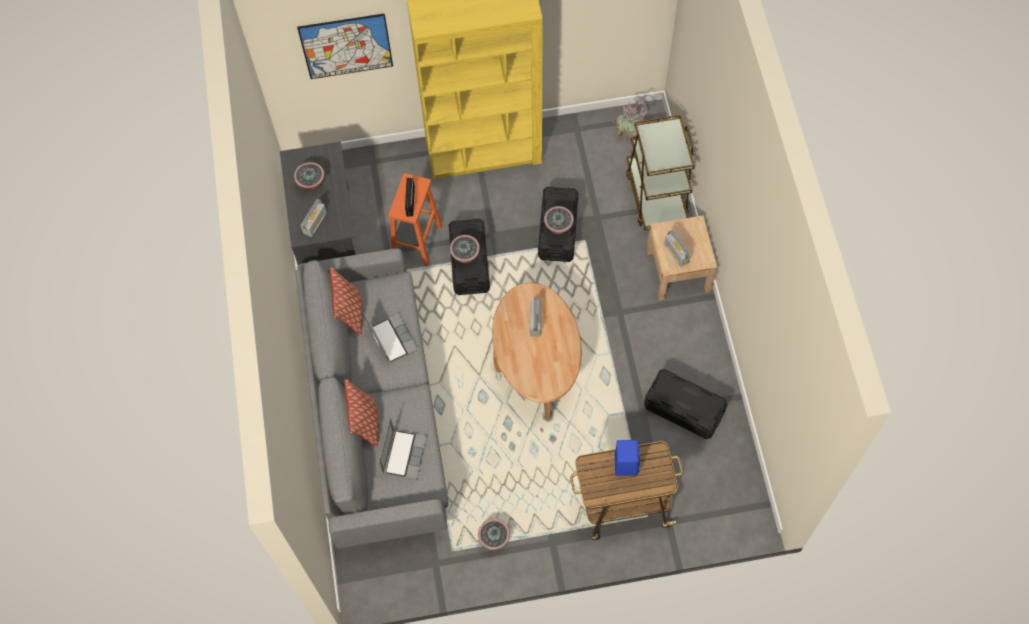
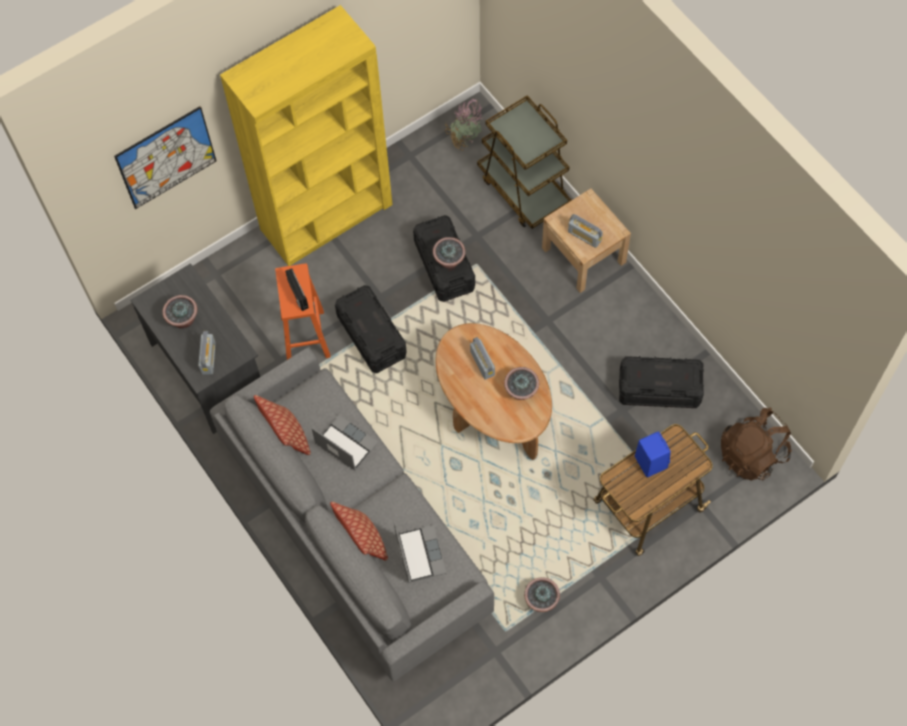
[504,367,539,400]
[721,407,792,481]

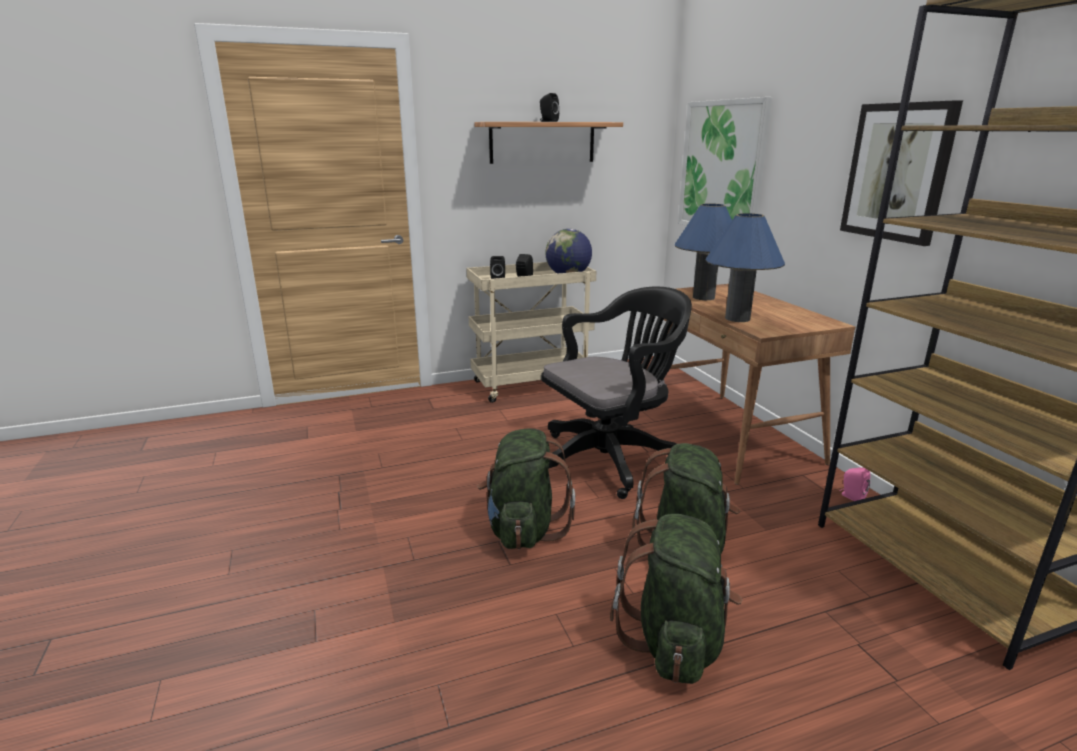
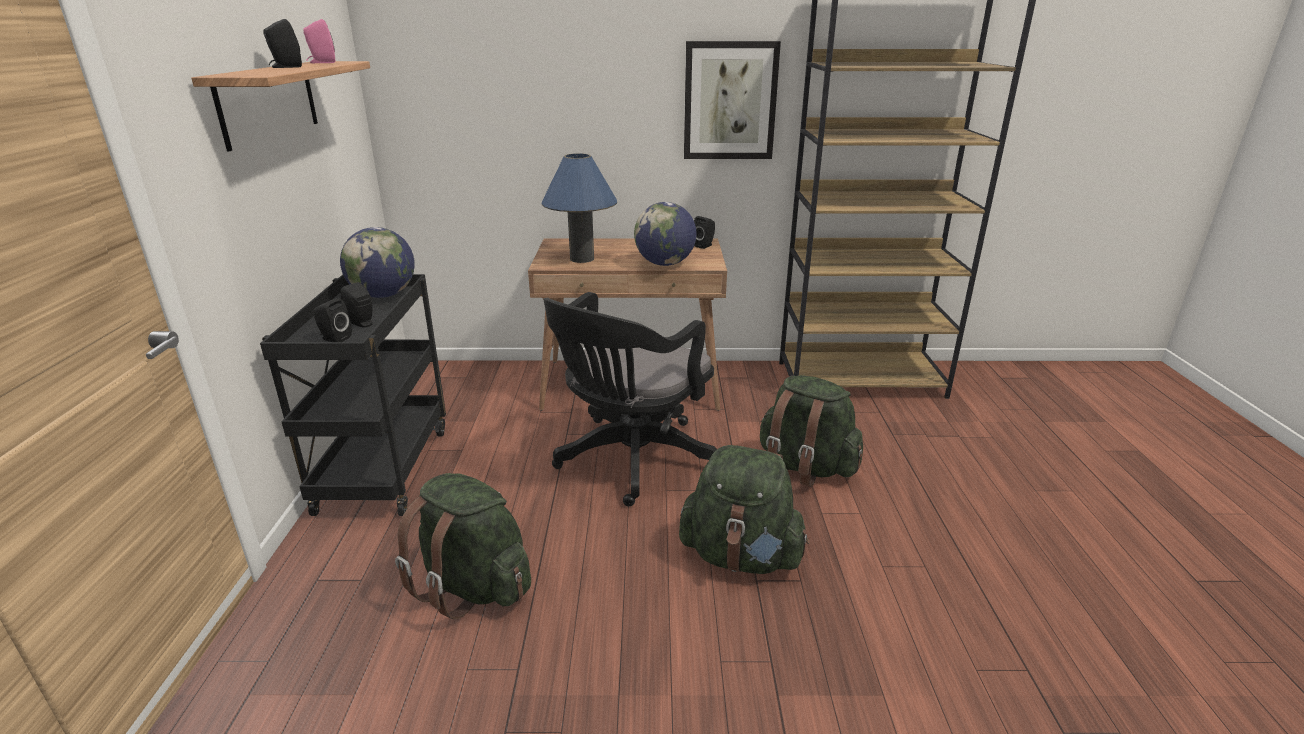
[260,274,446,516]
[304,19,335,63]
[395,473,531,620]
[543,292,717,506]
[634,202,697,266]
[694,216,715,249]
[678,97,773,226] (first image)

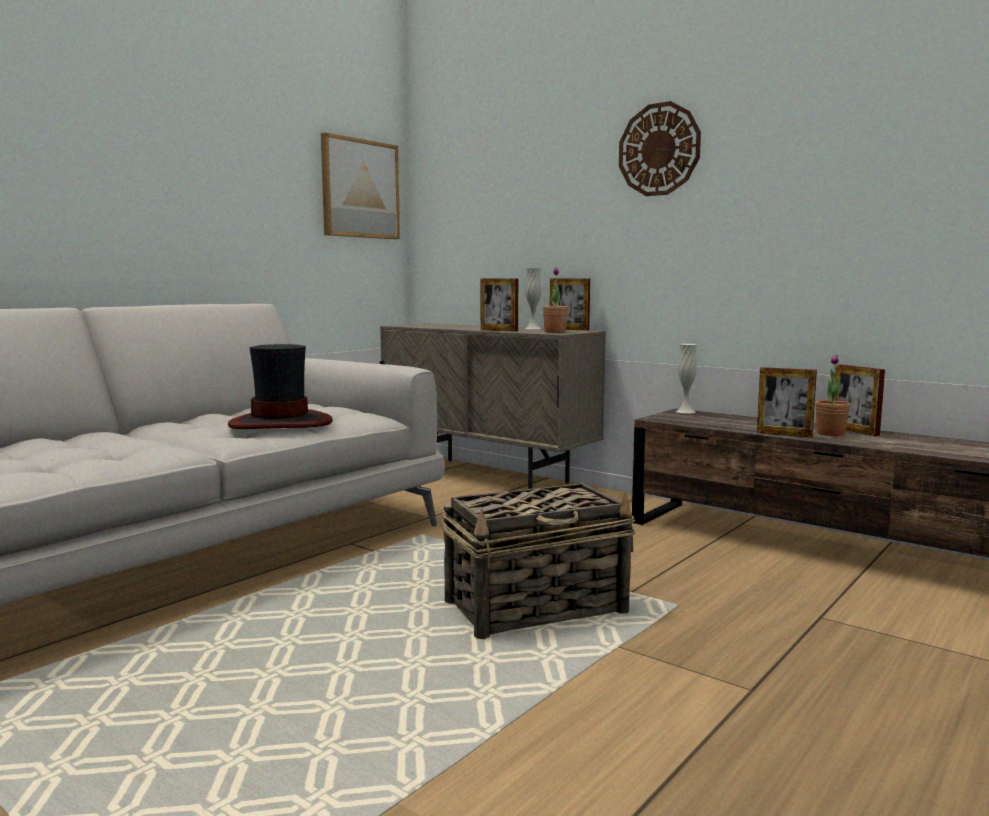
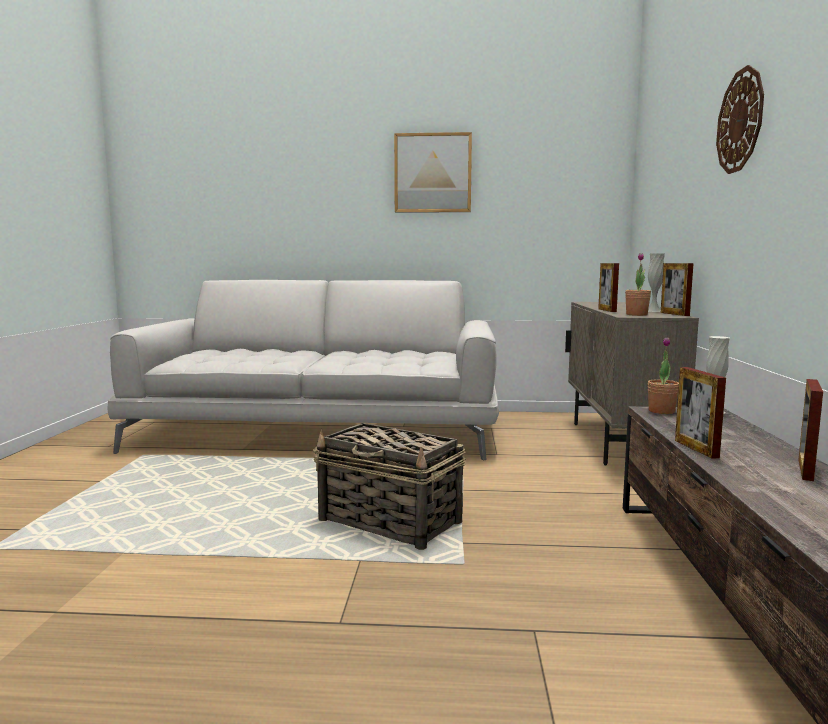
[394,132,472,213]
[648,337,679,414]
[228,344,333,429] (first image)

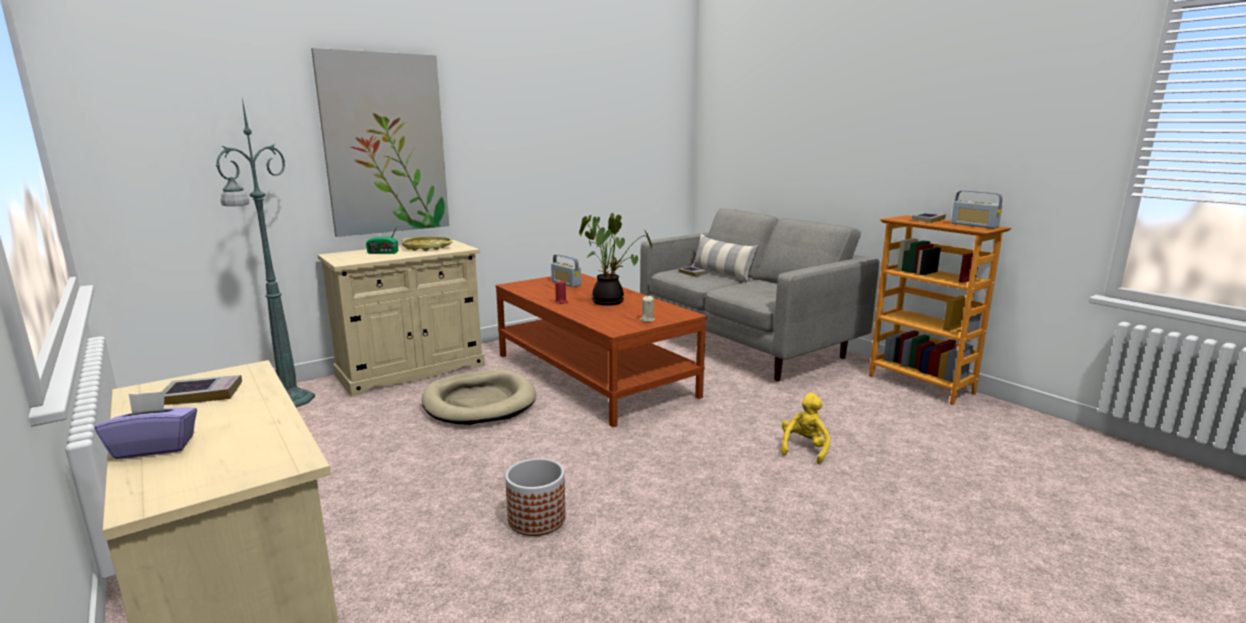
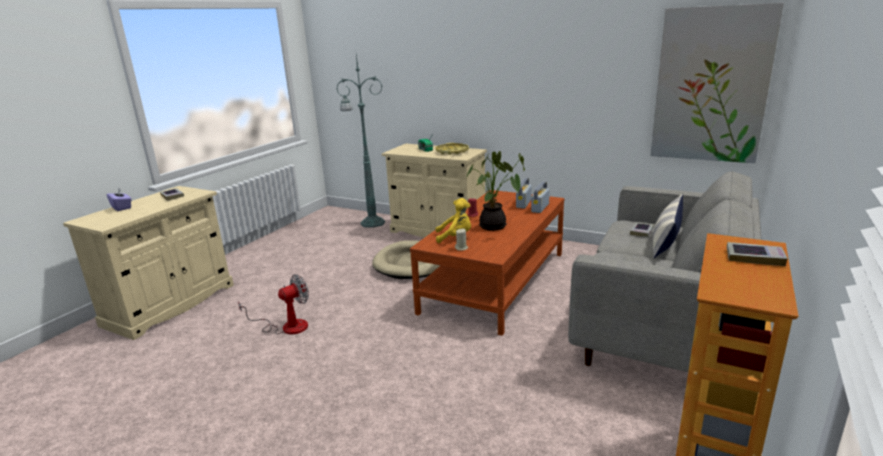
[238,274,309,334]
[435,198,471,243]
[531,182,550,213]
[651,3,784,163]

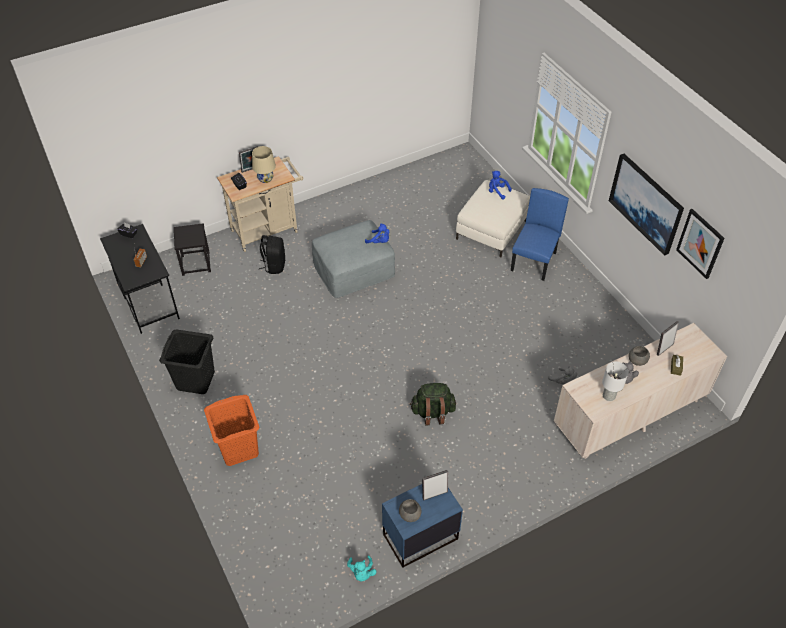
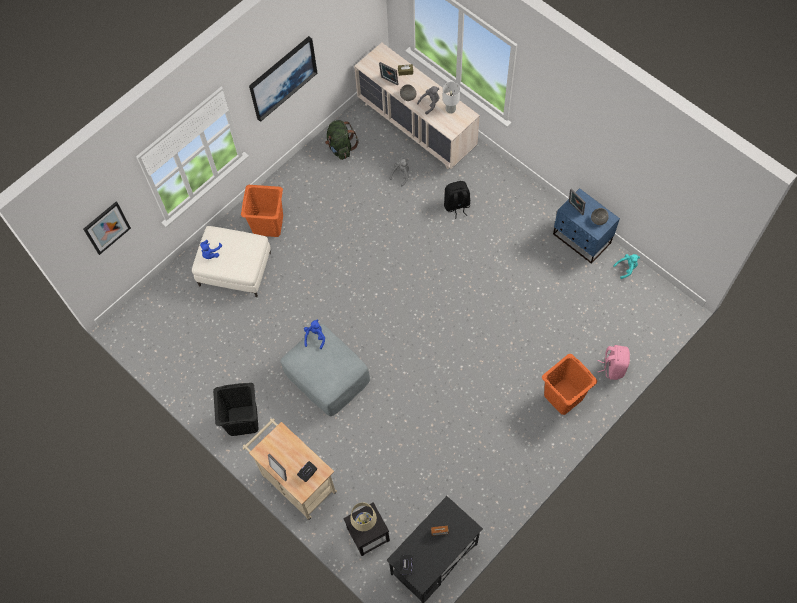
[83,202,131,255]
[213,383,259,436]
[241,185,283,237]
[325,120,359,160]
[350,502,377,531]
[444,181,470,219]
[598,345,630,380]

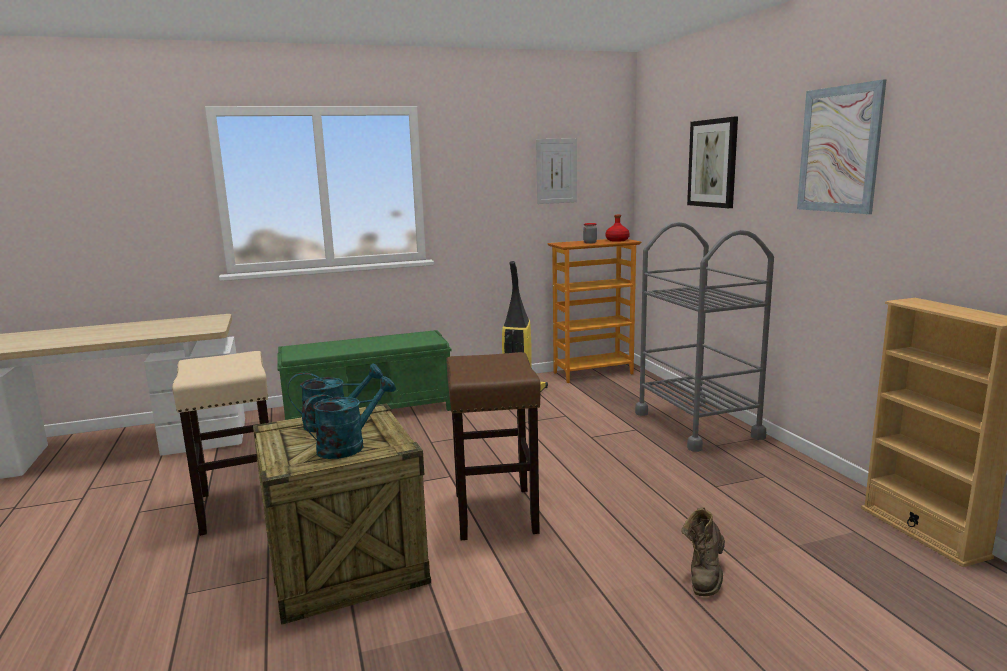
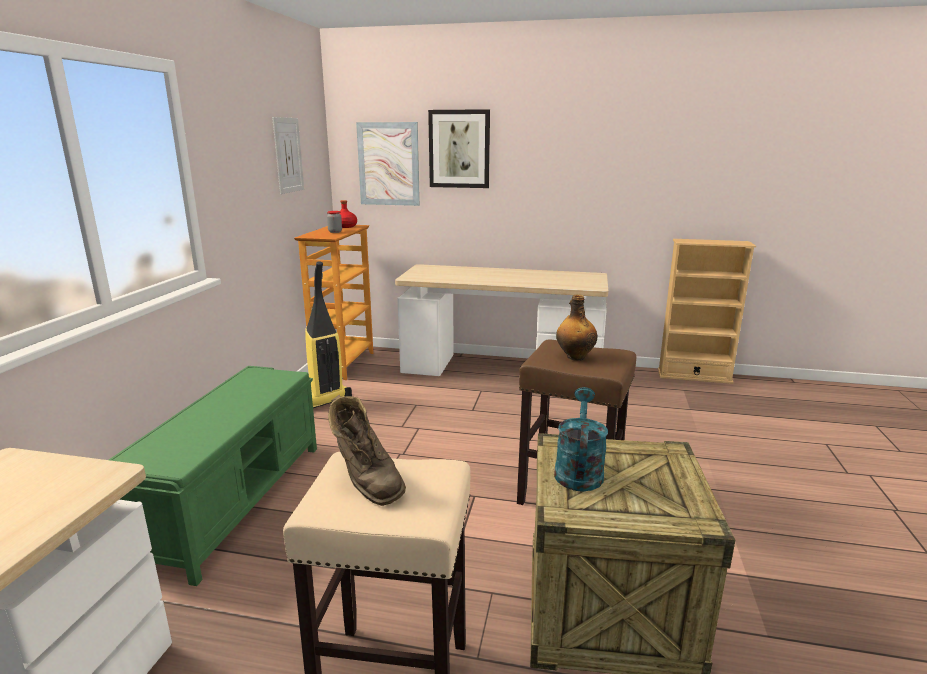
[328,395,406,506]
[356,122,420,206]
[395,264,608,376]
[556,294,597,361]
[302,376,396,459] (first image)

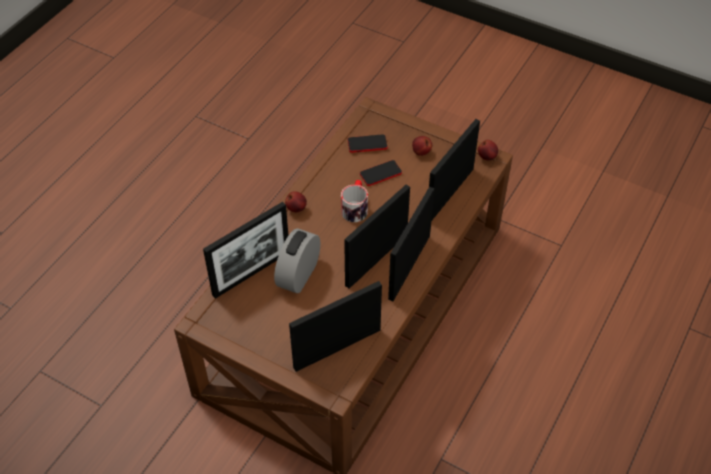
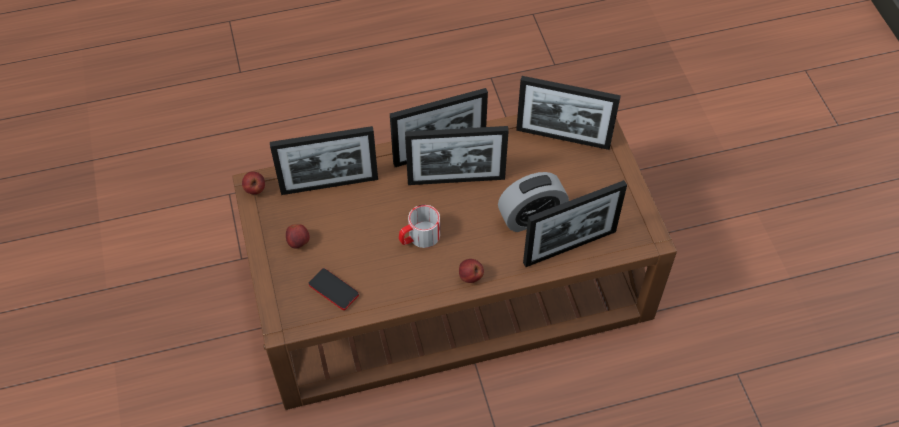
[523,180,627,267]
[360,160,402,186] (first image)

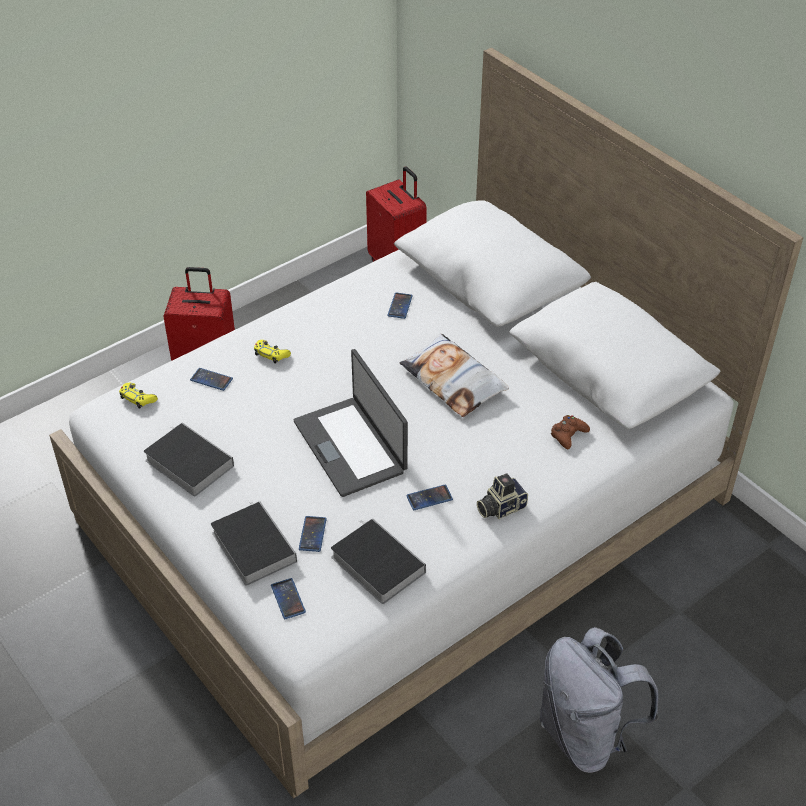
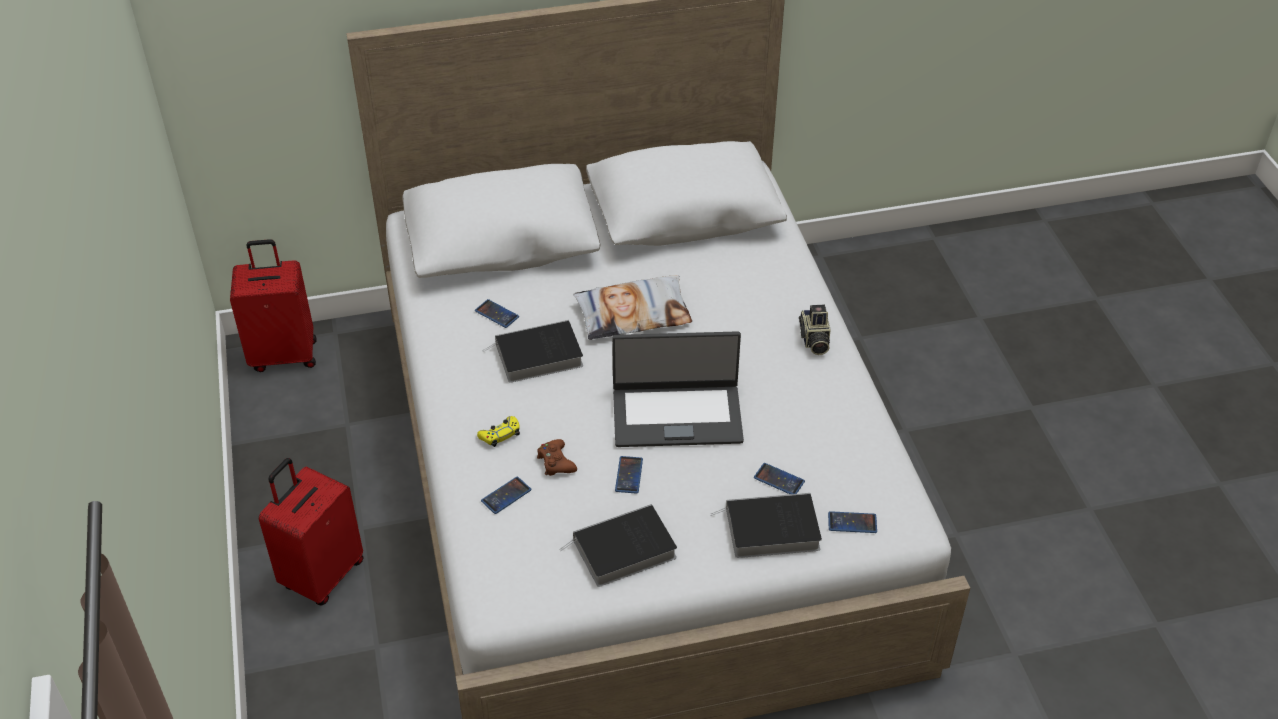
[482,320,583,383]
[537,439,577,476]
[615,456,643,494]
[119,383,158,409] (first image)
[540,627,659,773] (first image)

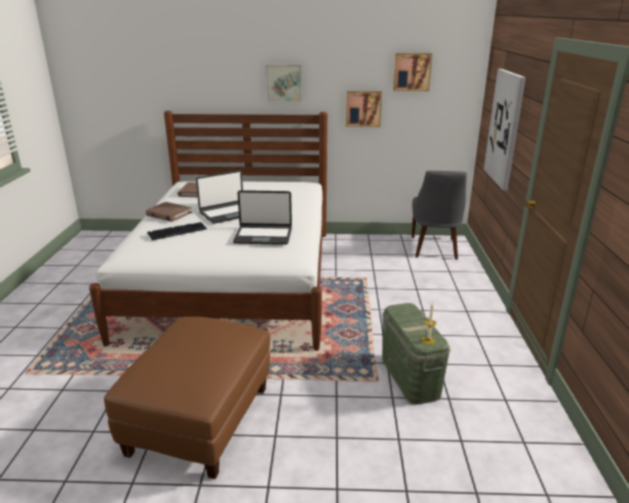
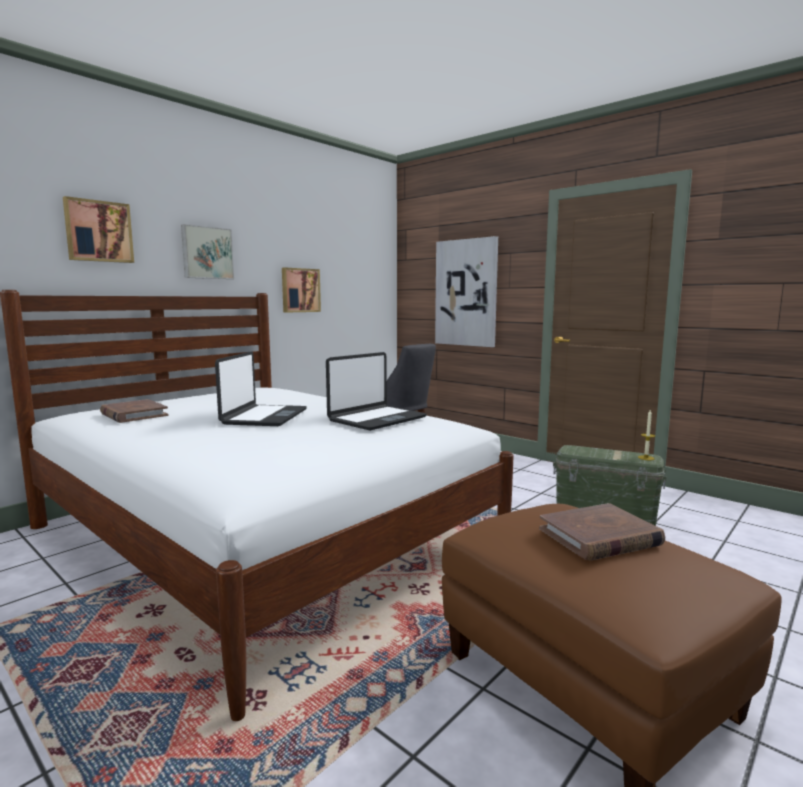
[63,196,134,263]
[539,503,665,560]
[147,222,207,240] (first image)

